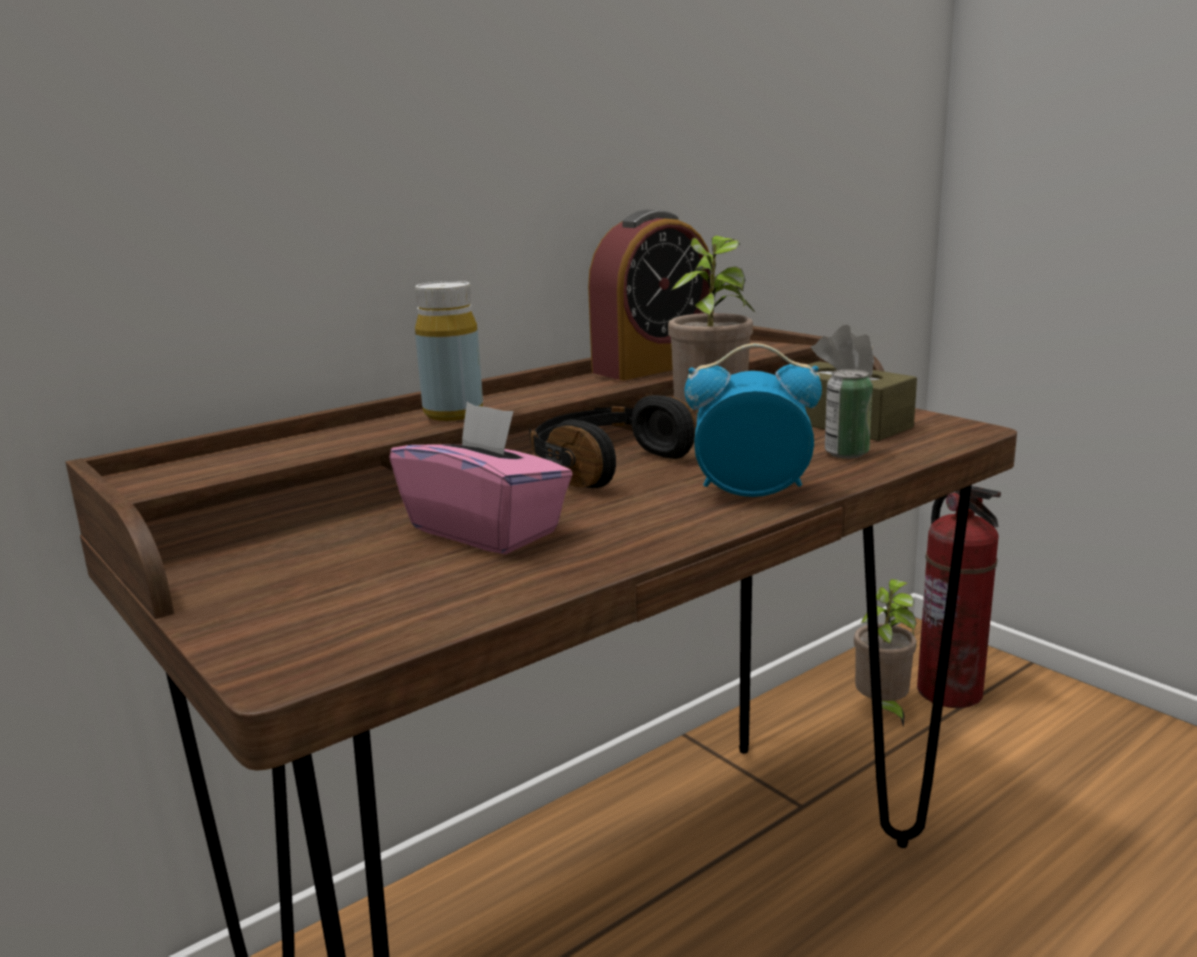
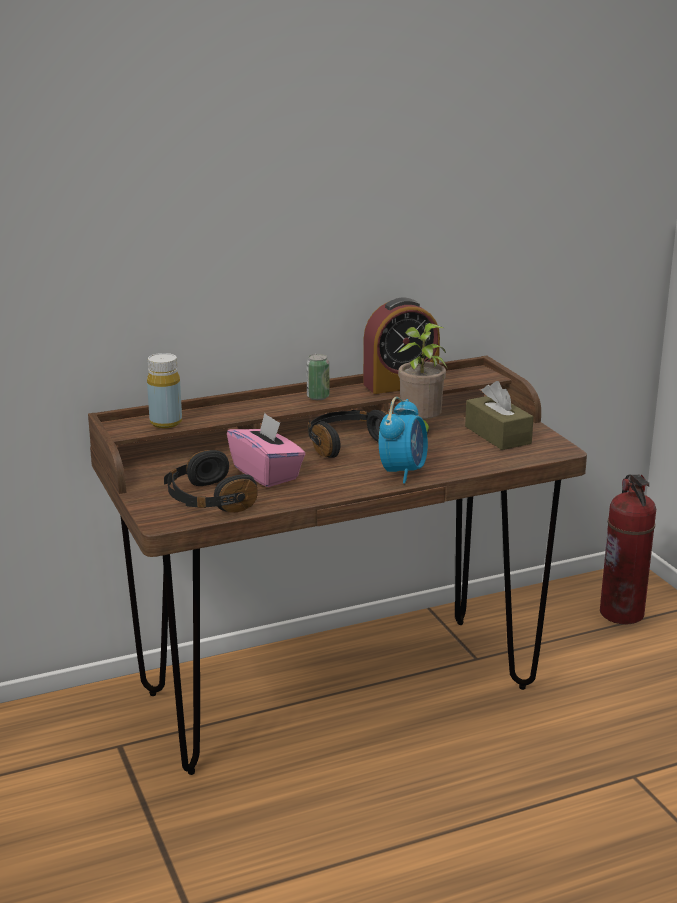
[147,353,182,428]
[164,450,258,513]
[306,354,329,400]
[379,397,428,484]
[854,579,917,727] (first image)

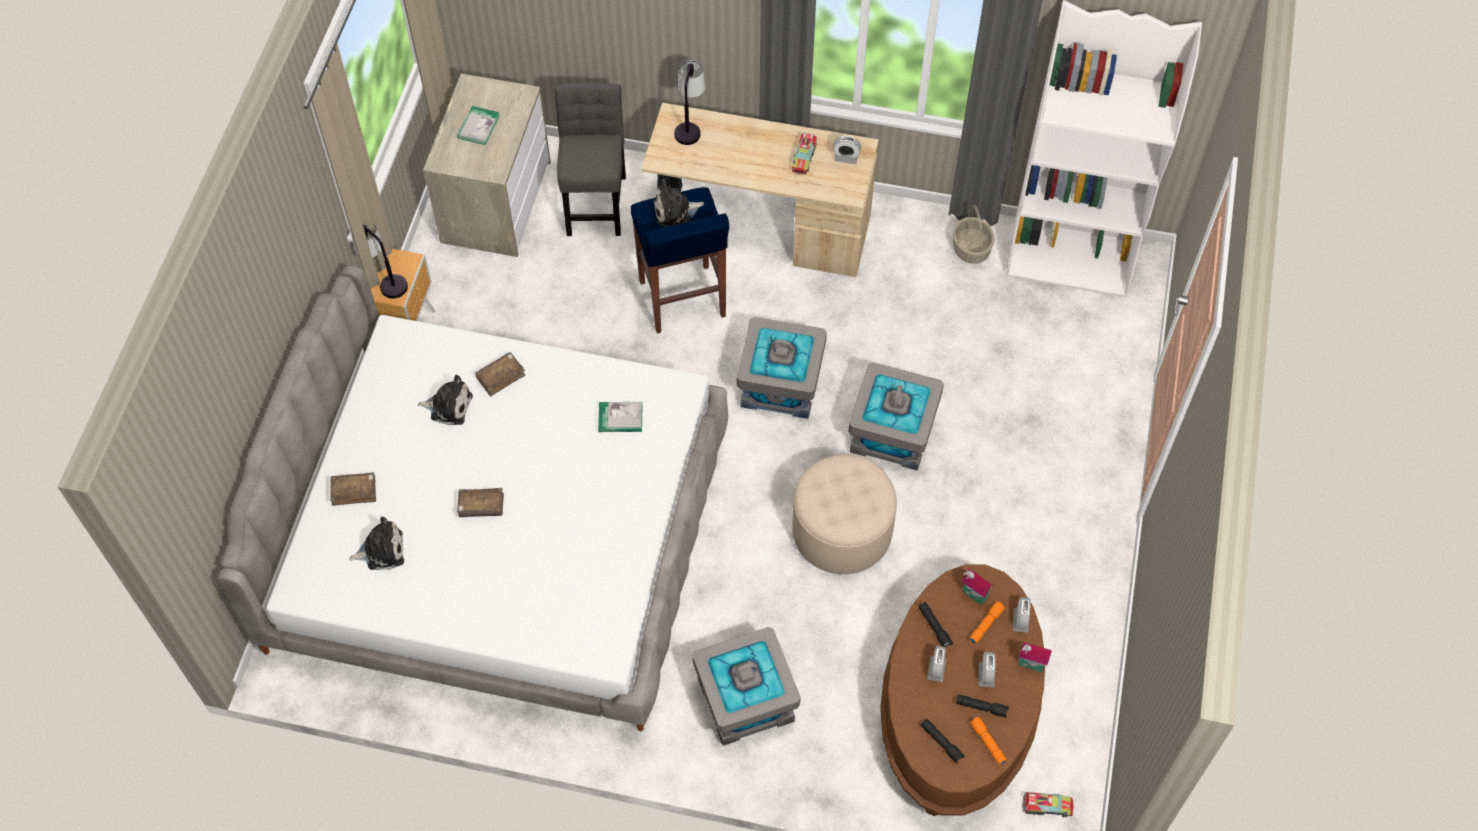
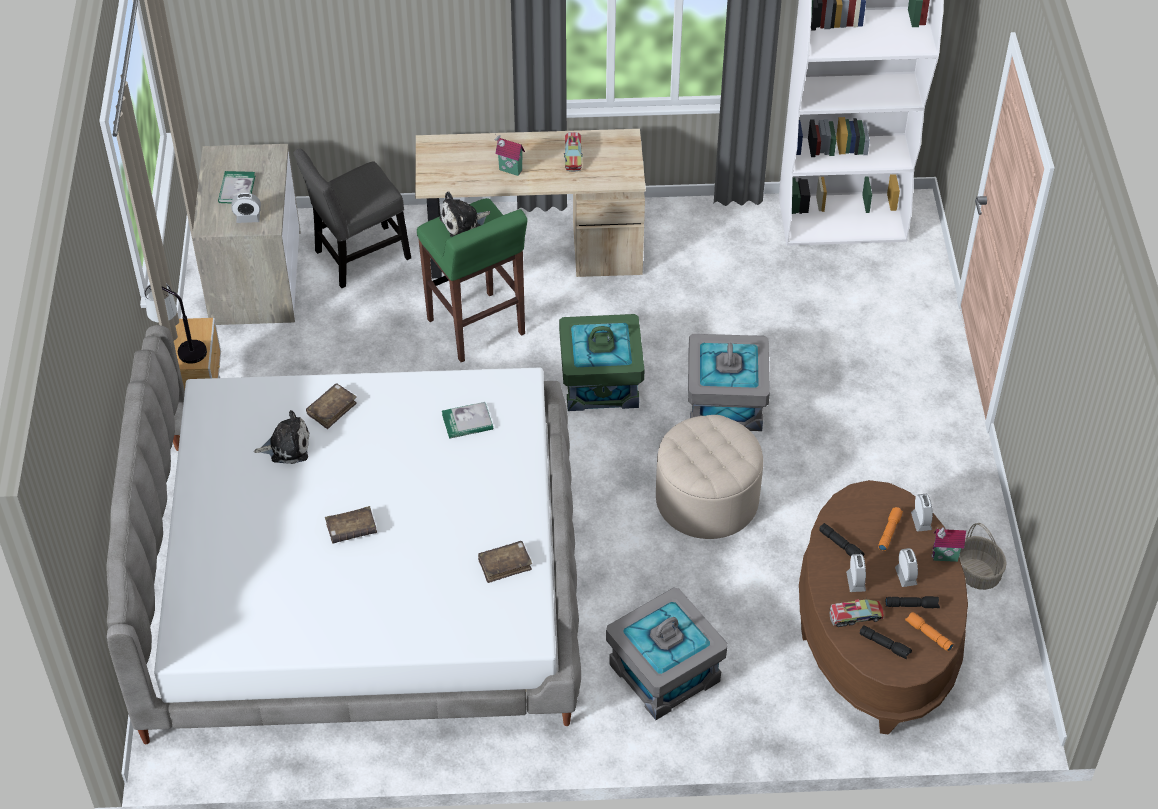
[231,193,261,223]
[293,149,411,288]
[417,198,528,362]
[478,541,532,583]
[495,134,525,176]
[559,314,645,411]
[829,599,884,627]
[959,523,1007,590]
[349,517,404,570] (first image)
[674,60,705,145] (first image)

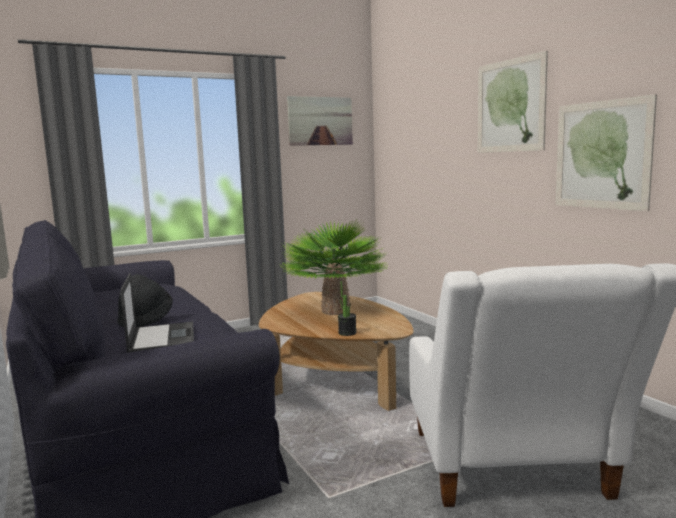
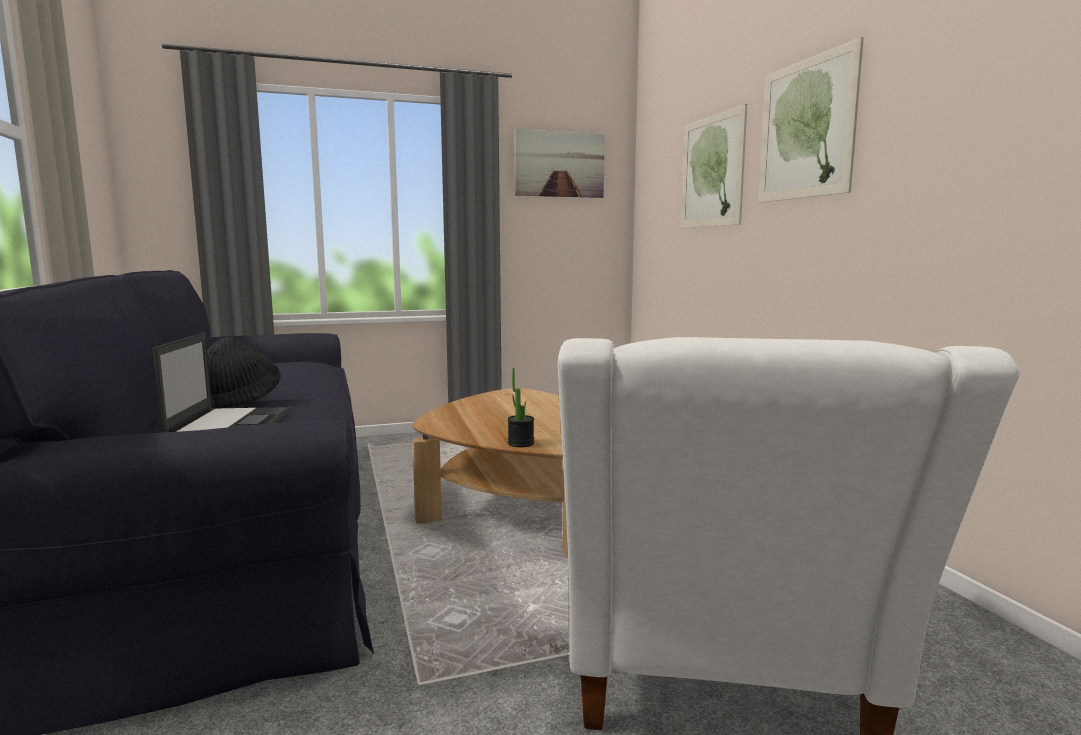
[681,104,747,228]
[281,220,389,315] (first image)

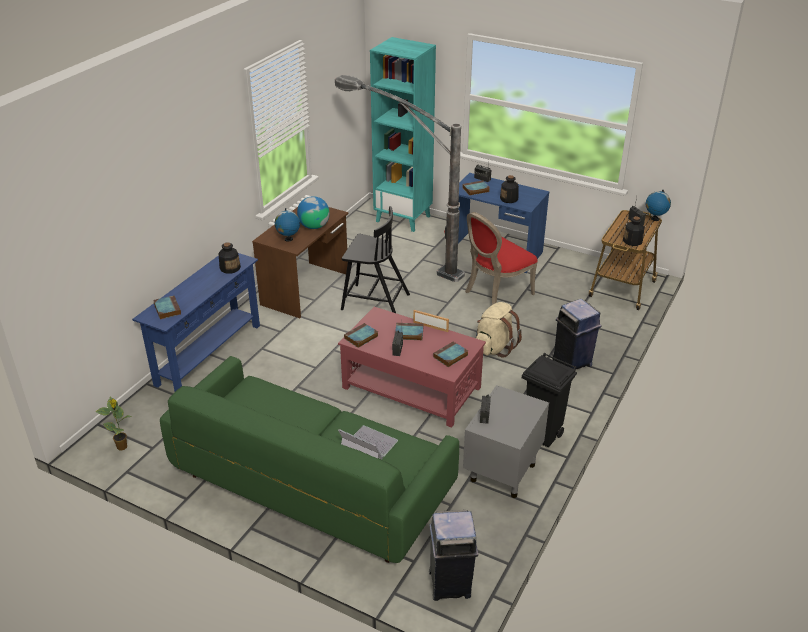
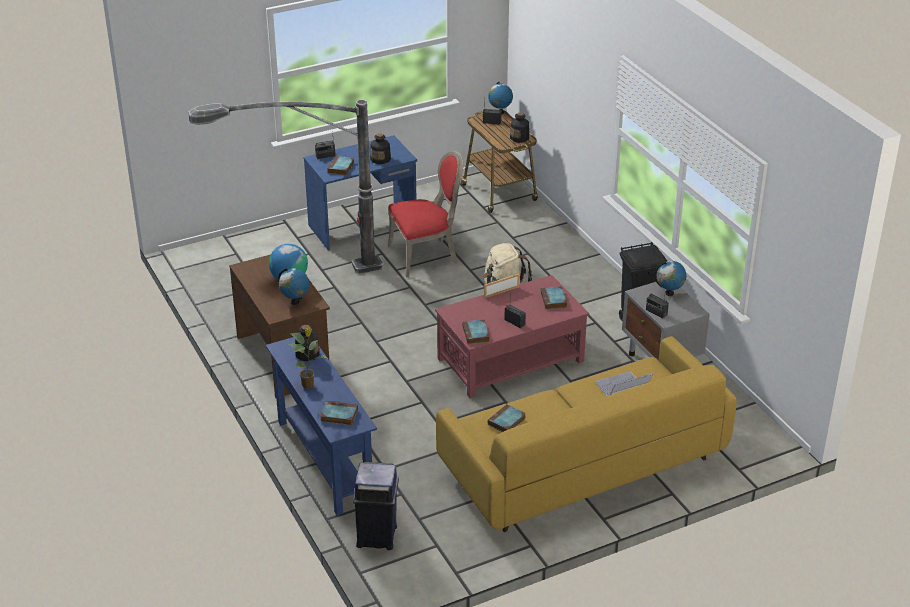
[288,327,328,389]
[353,462,399,550]
[388,151,463,278]
[436,336,737,532]
[488,404,526,432]
[654,261,686,296]
[341,206,410,313] (first image)
[370,37,436,232] (first image)
[429,510,478,601] (first image)

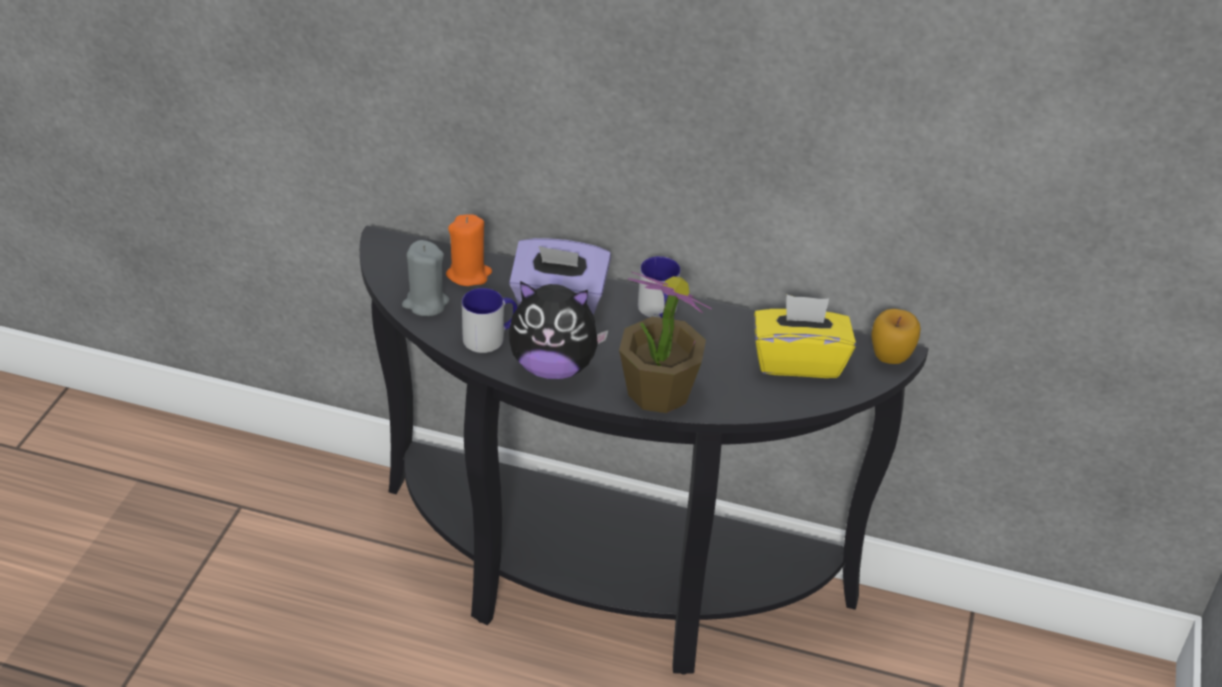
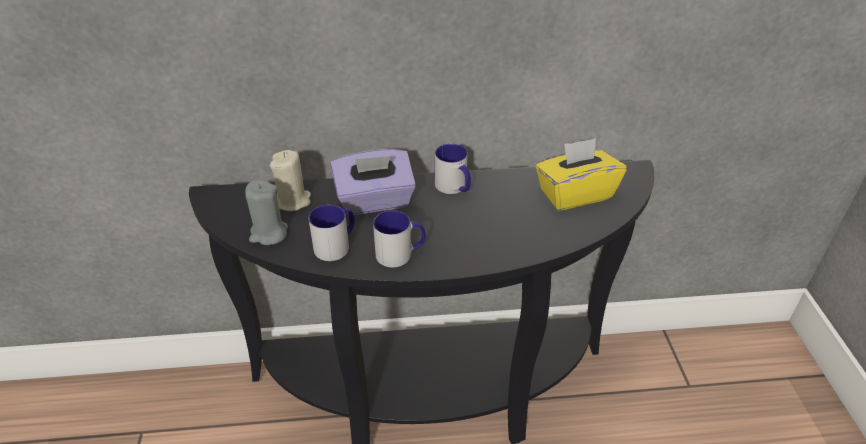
[270,150,311,211]
[373,211,425,267]
[619,272,712,413] (first image)
[871,309,921,364] (first image)

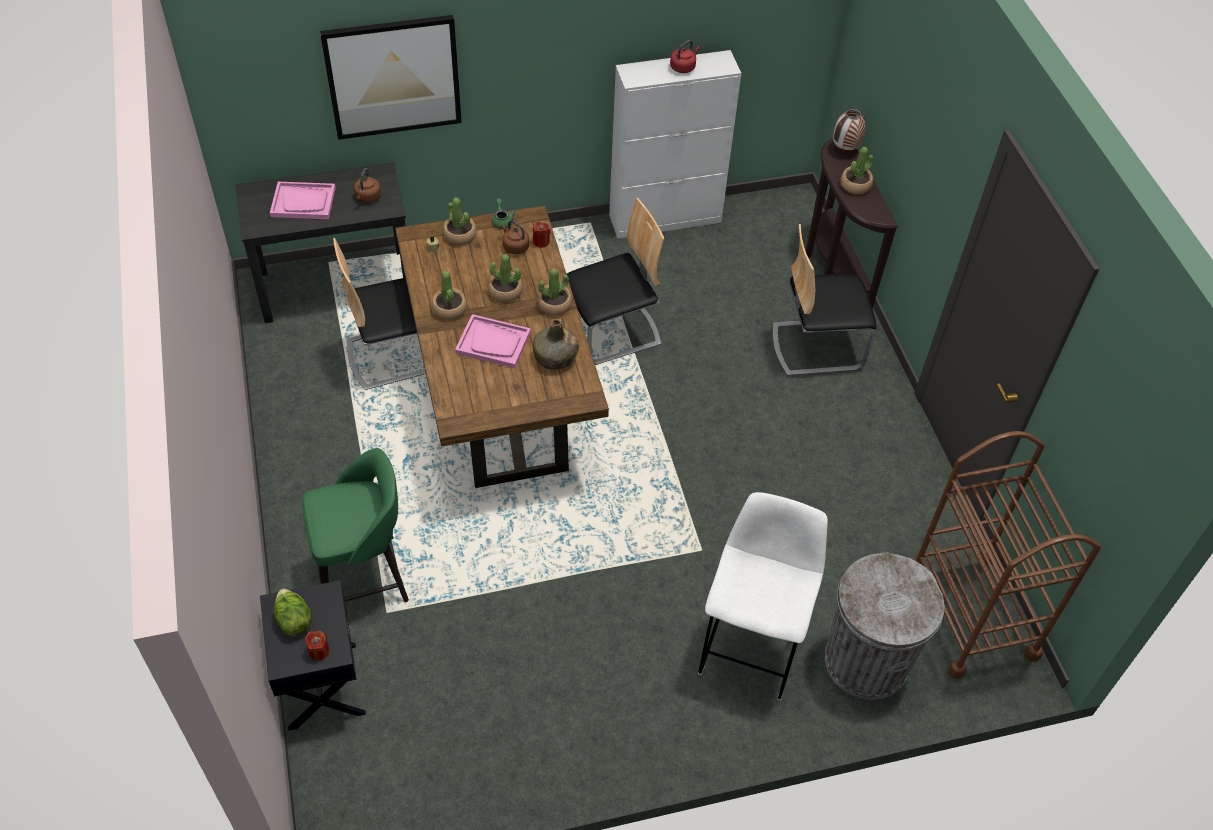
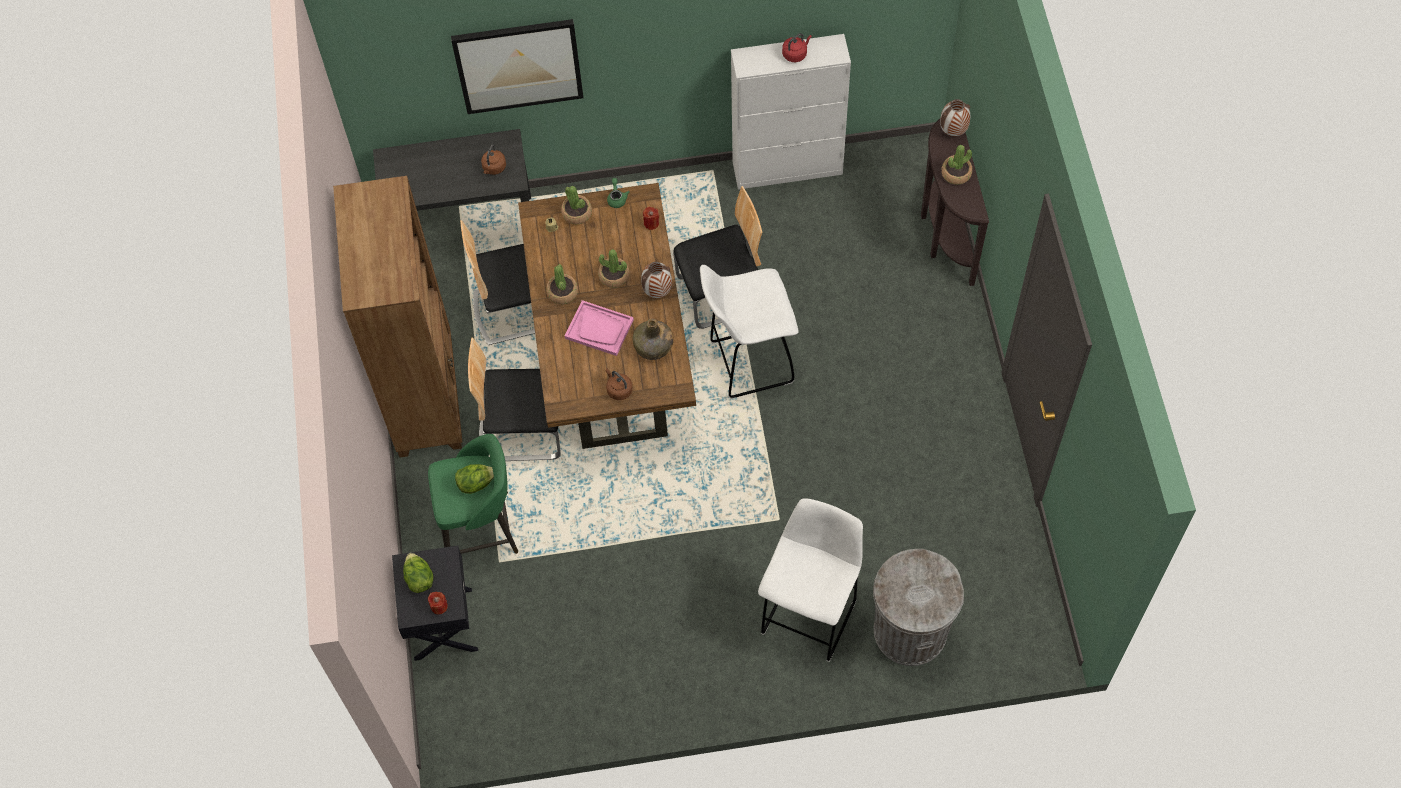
[333,176,462,458]
[455,464,494,494]
[468,338,560,461]
[606,369,632,400]
[641,262,672,298]
[700,265,799,399]
[270,182,336,219] (first image)
[916,431,1101,679] (first image)

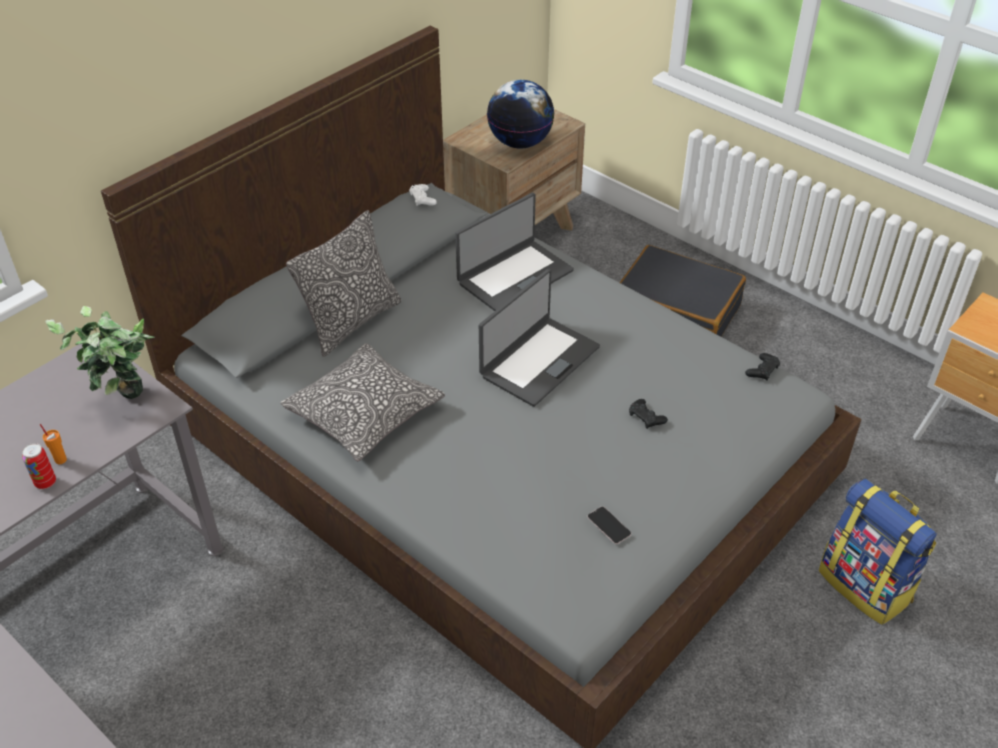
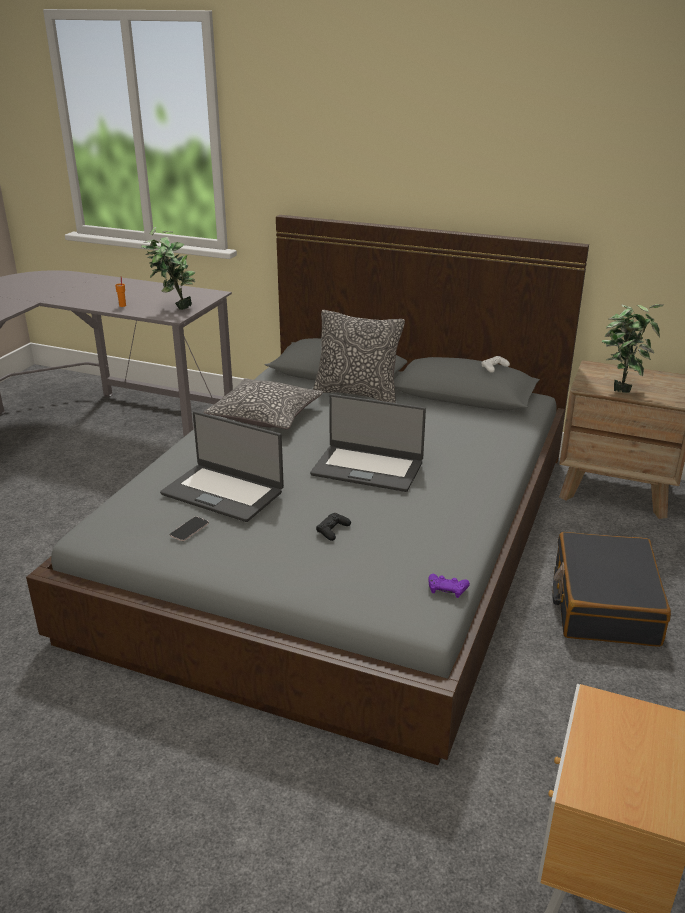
[160,411,284,522]
[428,574,470,598]
[602,304,663,393]
[22,443,56,489] (first image)
[819,479,937,625] (first image)

